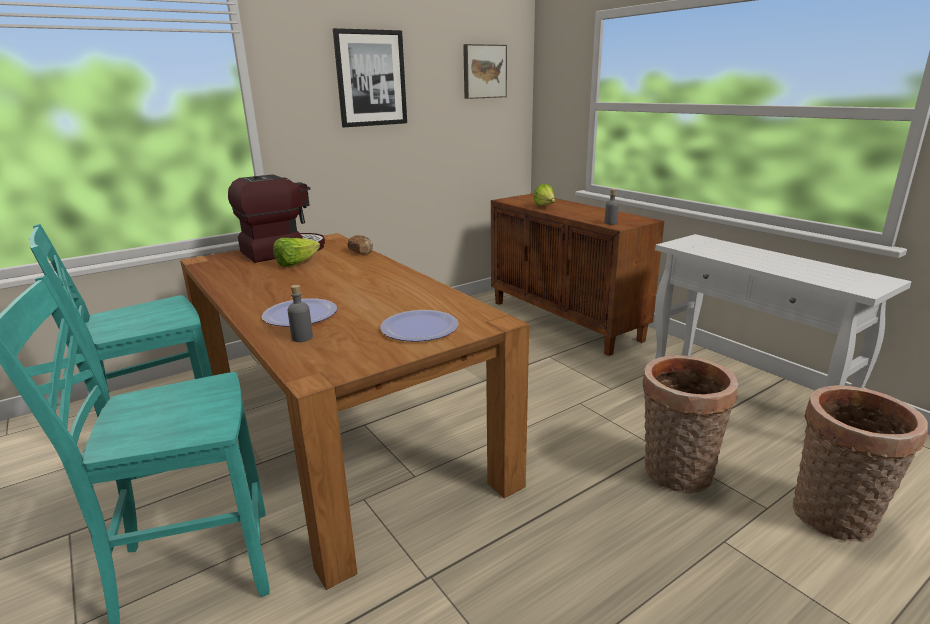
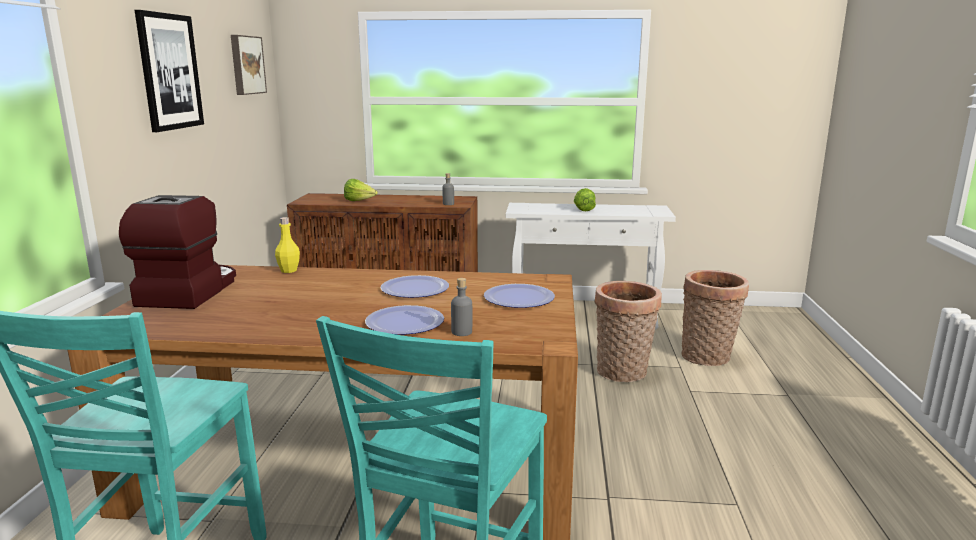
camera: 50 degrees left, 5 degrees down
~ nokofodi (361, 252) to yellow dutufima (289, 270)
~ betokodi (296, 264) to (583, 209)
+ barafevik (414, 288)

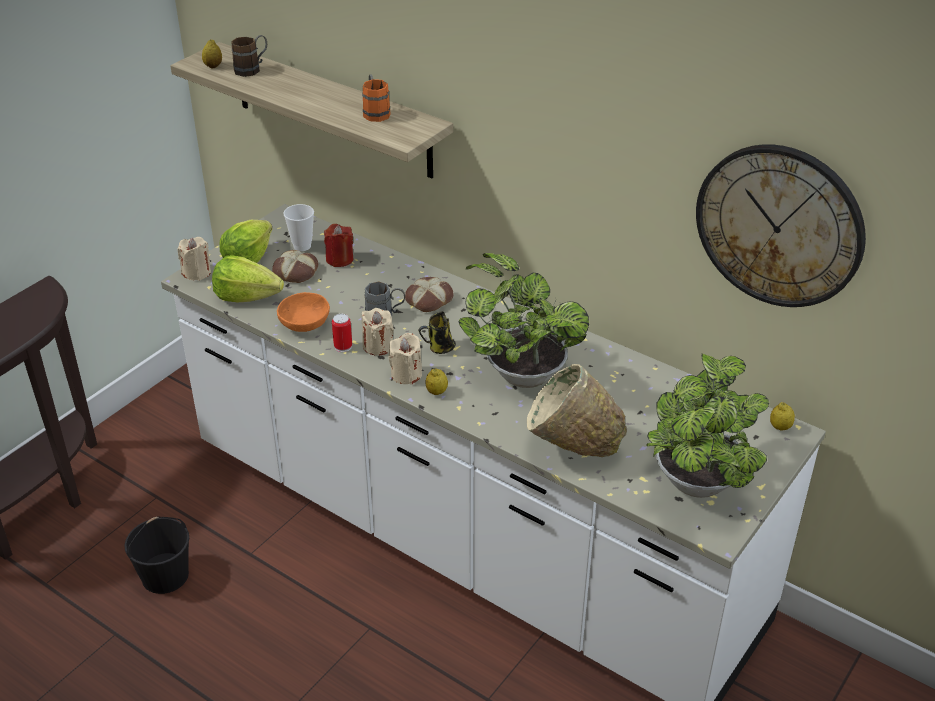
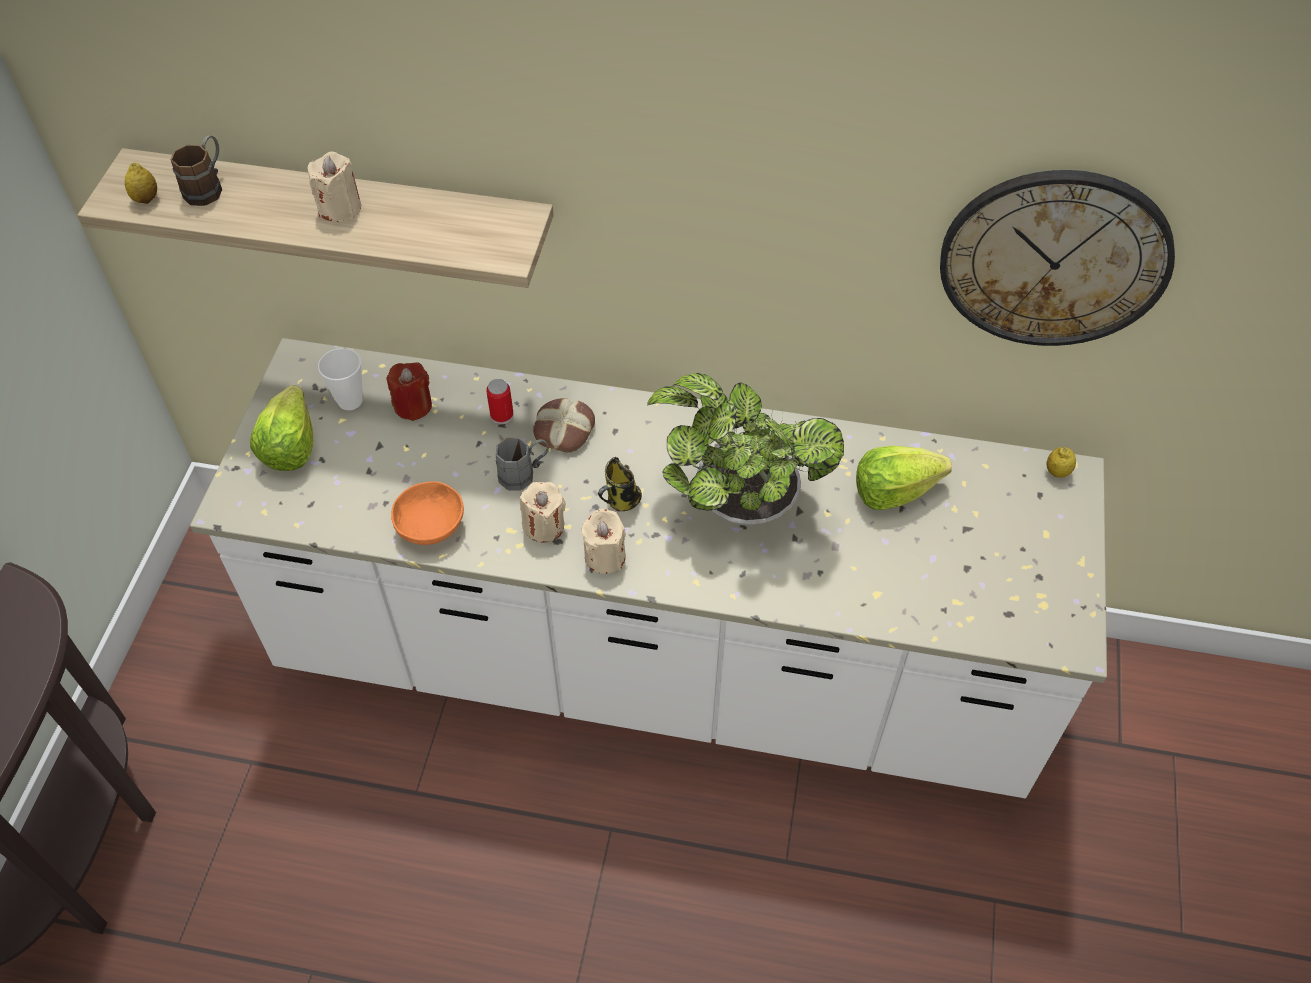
camera: 25 degrees left, 15 degrees up
- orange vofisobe (375, 112)
~ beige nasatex (197, 273) to (340, 208)
- nokofodi (296, 272)
~ betokodi (246, 297) to (894, 491)
~ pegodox (343, 346) to (502, 415)
- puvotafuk (696, 487)
- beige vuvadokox (570, 449)
- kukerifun (436, 392)
- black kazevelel (165, 575)

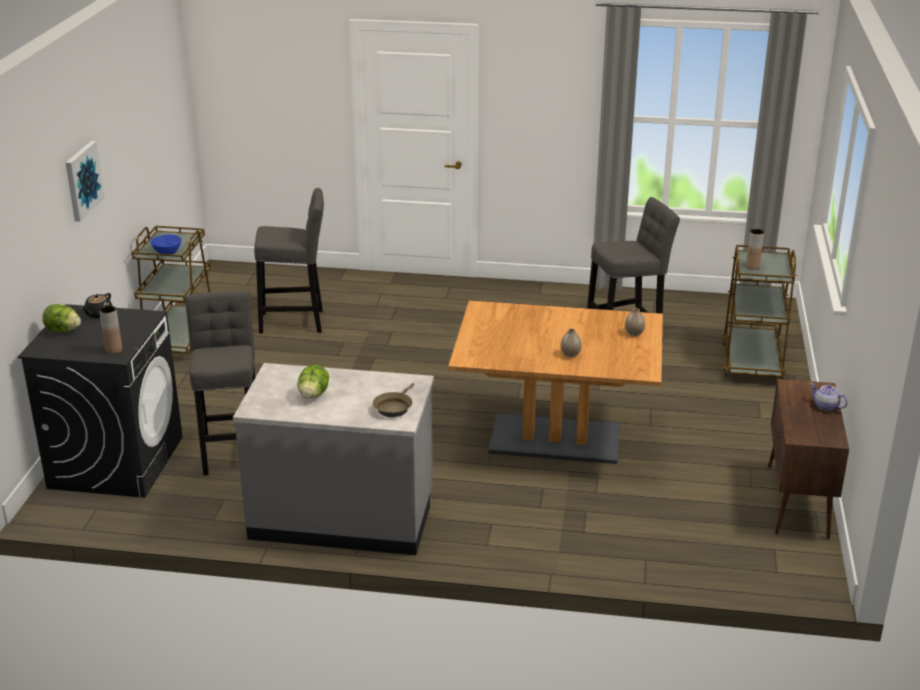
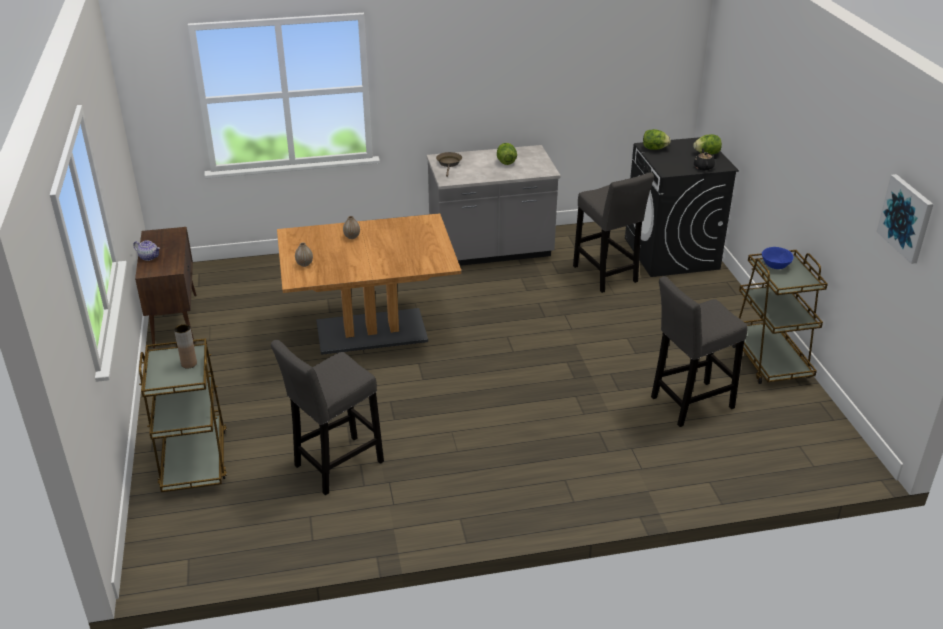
camera: 160 degrees right, 5 degrees up
~ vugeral (82, 180) to (906, 218)
~ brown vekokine (114, 350) to betokodi (654, 148)

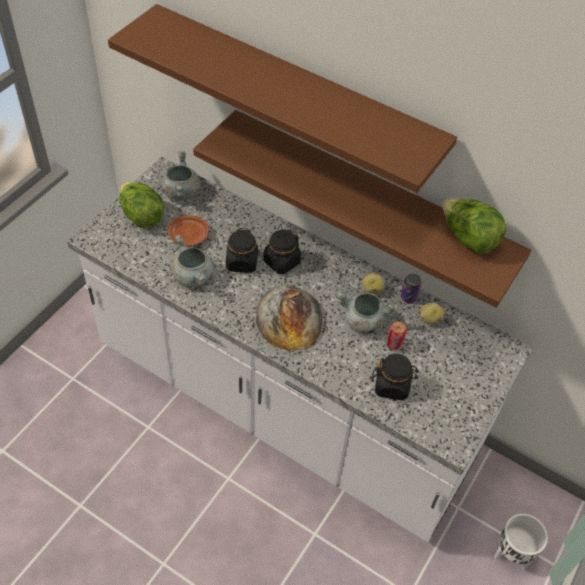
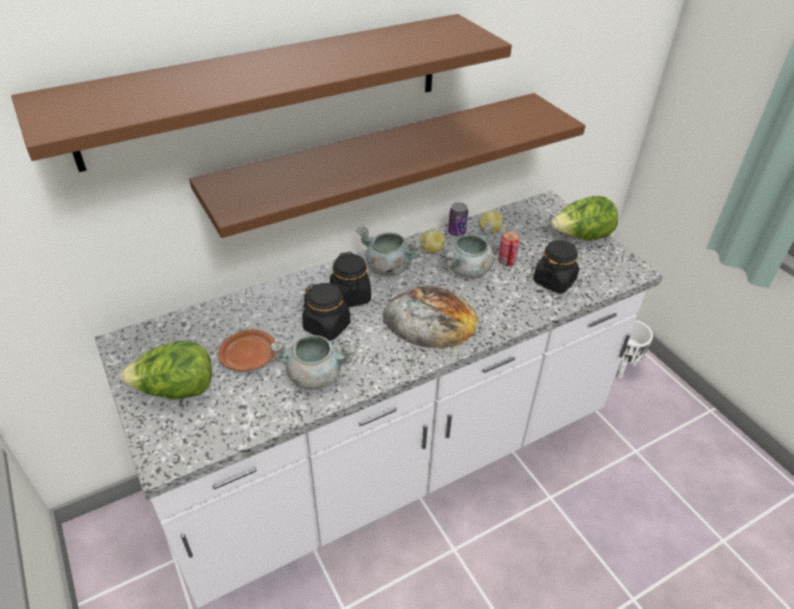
camera: 60 degrees left, 10 degrees down
~ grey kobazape (181, 192) to (387, 267)
~ betokodi (468, 239) to (581, 237)

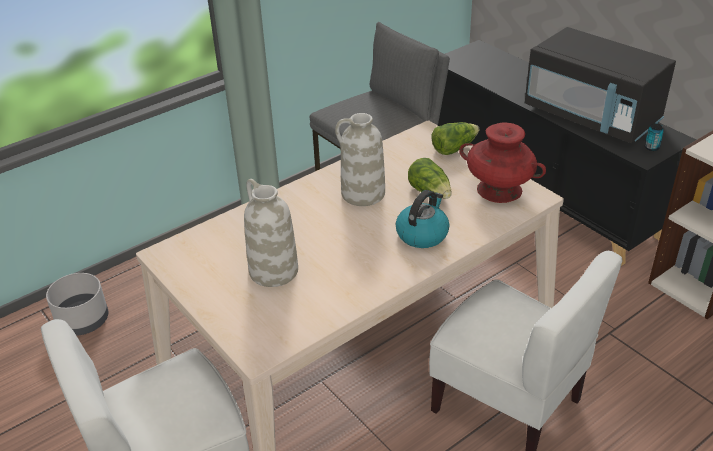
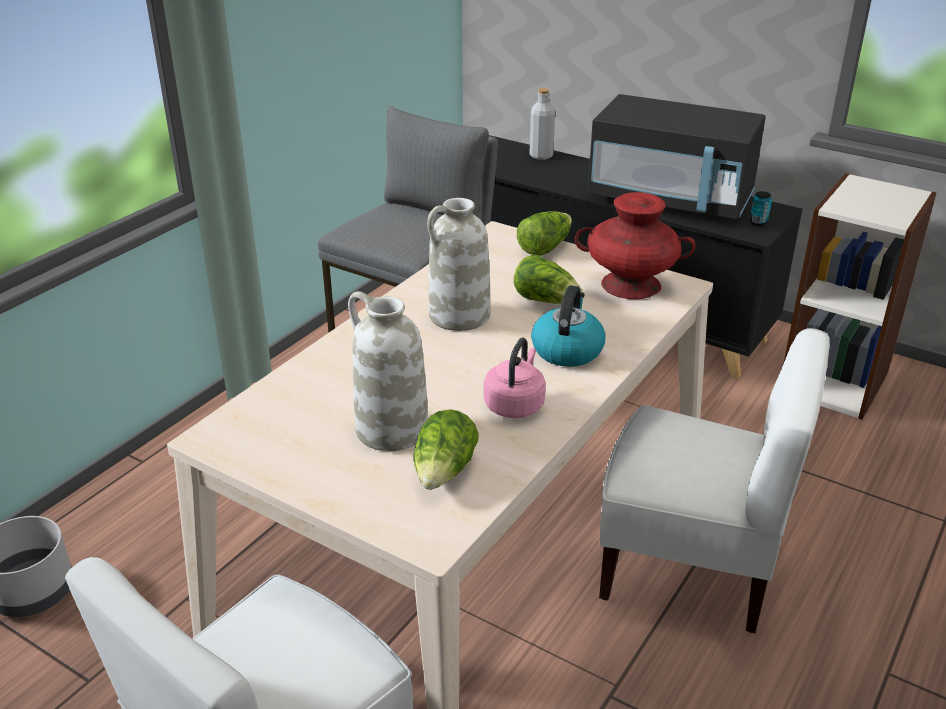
camera: 20 degrees left, 5 degrees down
+ grey dutufima (541, 156)
+ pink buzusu (515, 404)
+ betokodi (444, 472)

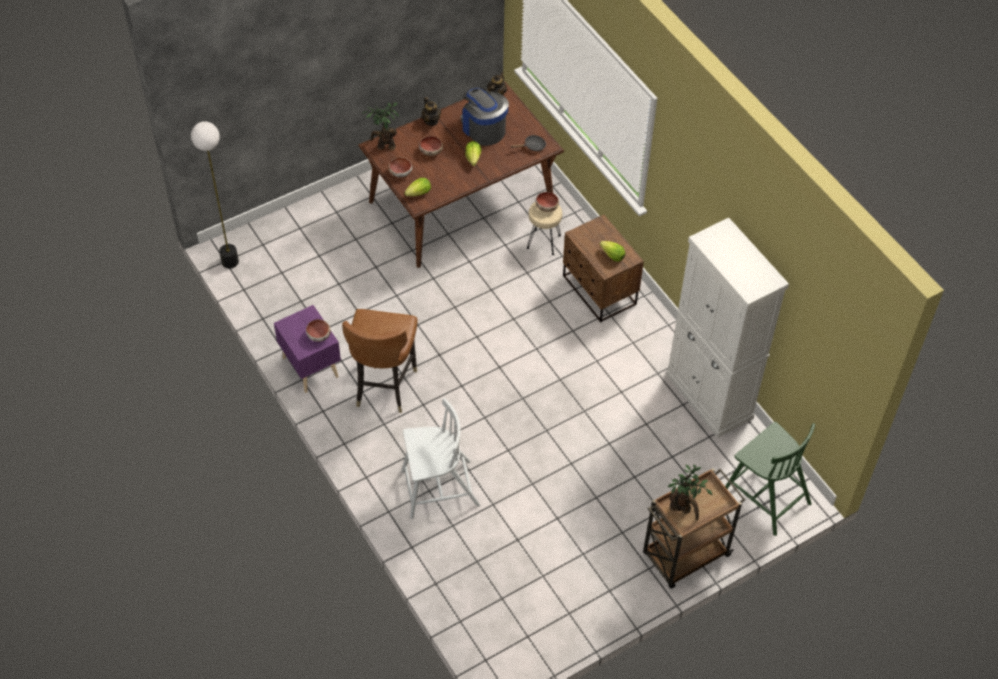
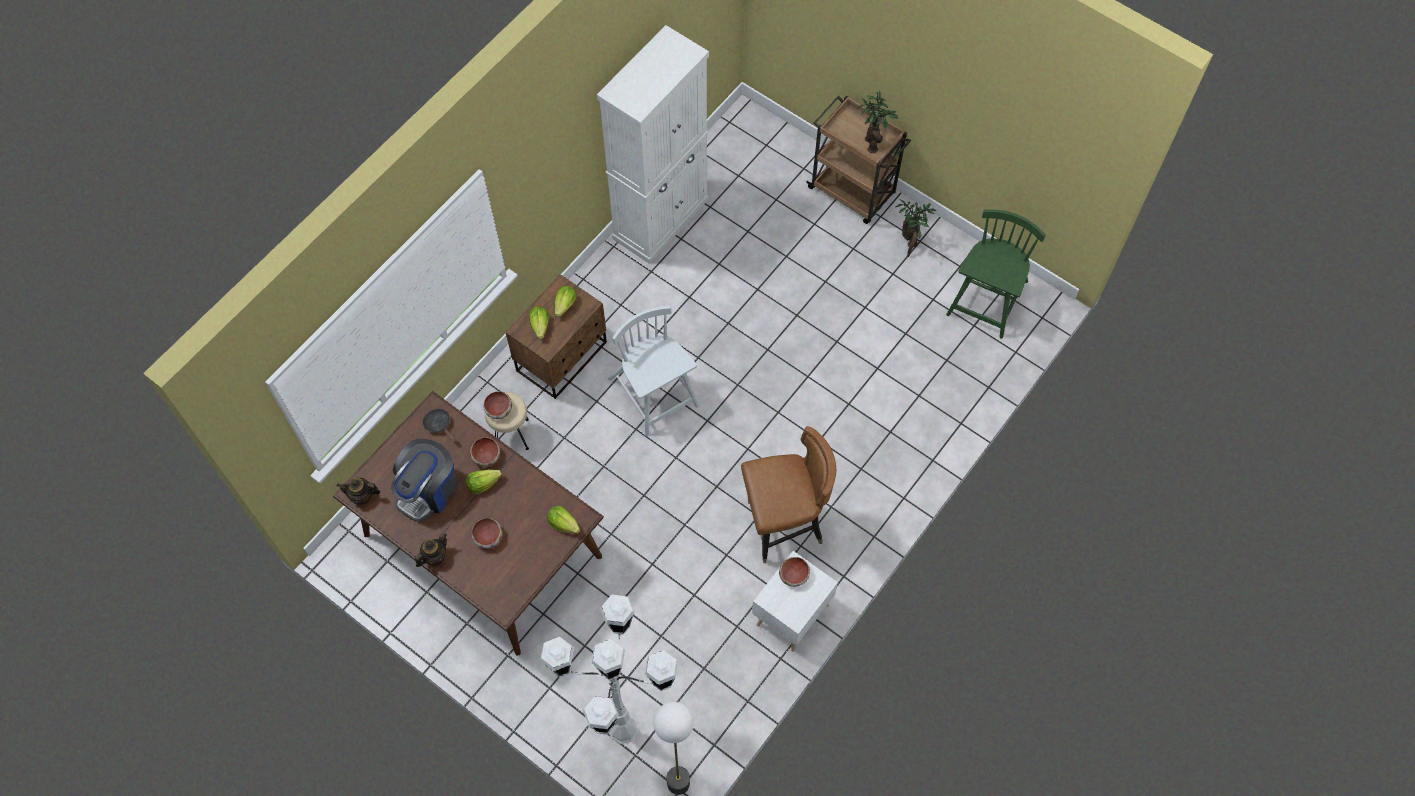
camera: 110 degrees left, 10 degrees up
~ puvotafuk (384, 146) to (909, 242)
~ vuvadokox (401, 172) to (486, 456)
~ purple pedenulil (311, 366) to white pedenulil (790, 615)
~ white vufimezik (438, 489) to (654, 394)
~ green vufimezik (765, 496) to (987, 300)
+ betokodi (540, 326)
+ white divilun (623, 728)

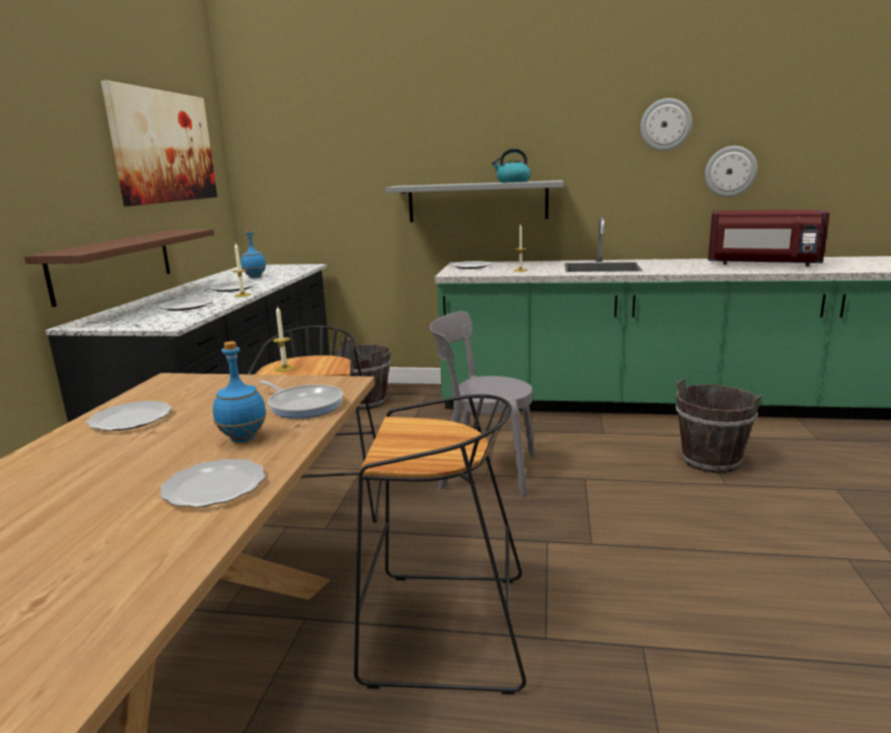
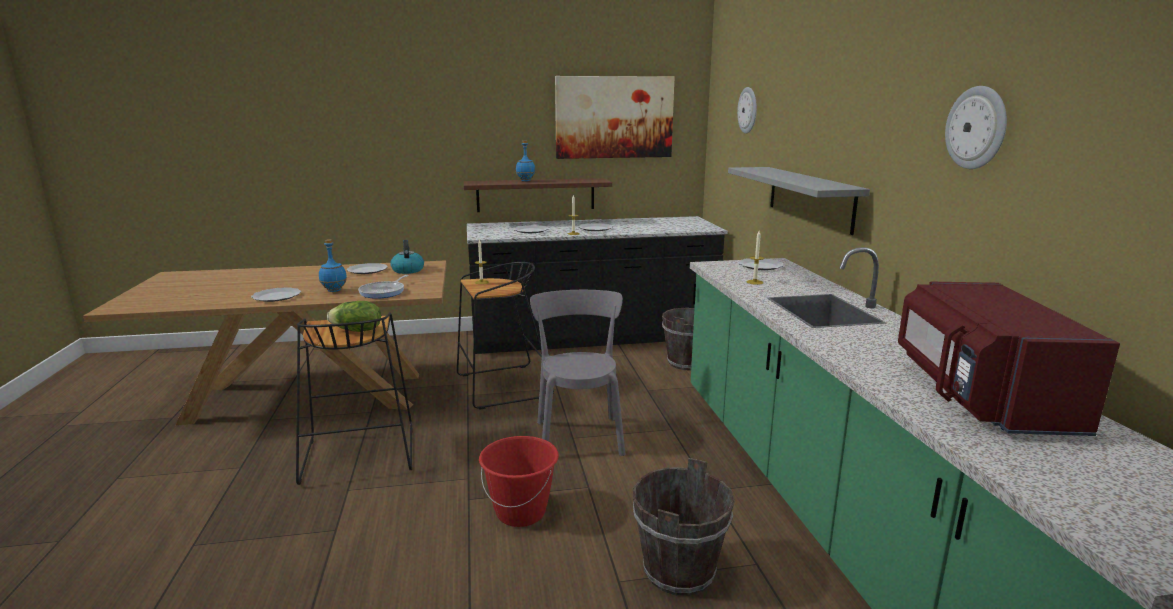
camera: 70 degrees right, 0 degrees up
~ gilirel (730, 171) to (748, 110)
~ buzusu (512, 182) to (407, 270)
~ blue dutufima (255, 277) to (525, 181)
+ betokodi (357, 330)
+ red kazevelel (521, 512)

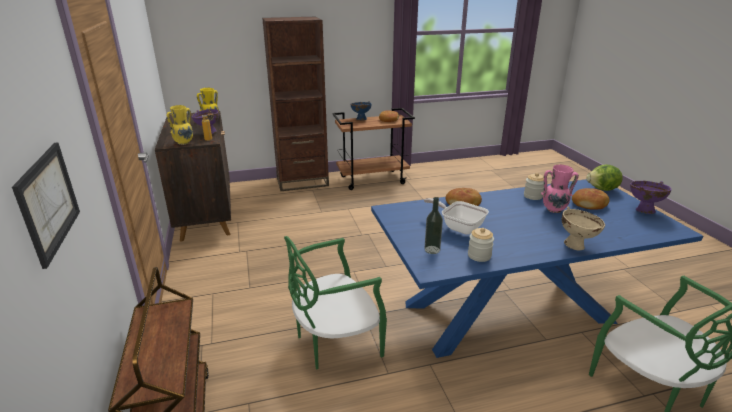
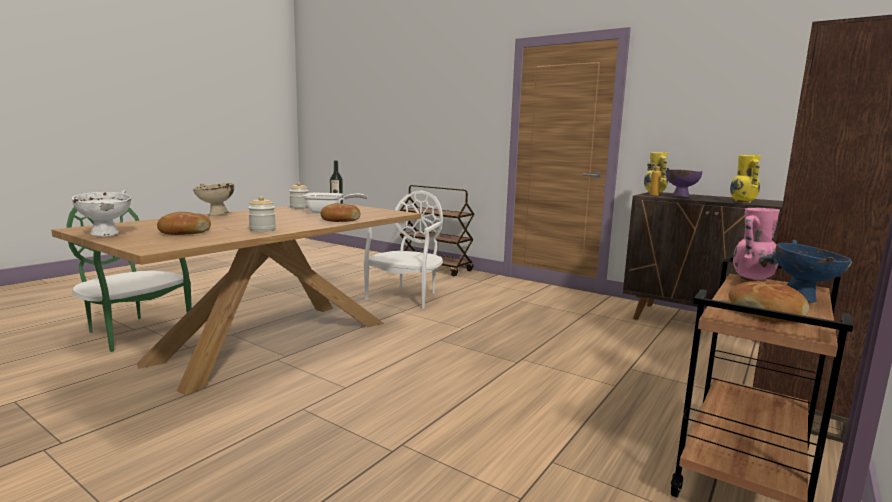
camera: 140 degrees right, 15 degrees down
- vugeral (48, 201)
~ pink vekokine (554, 210) to (751, 280)
- betokodi (602, 189)
~ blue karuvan (510, 312) to brown karuvan (272, 341)
~ purple vuvadokox (643, 210) to white vuvadokox (107, 235)
~ green vufimezik (335, 342) to white vufimezik (406, 297)

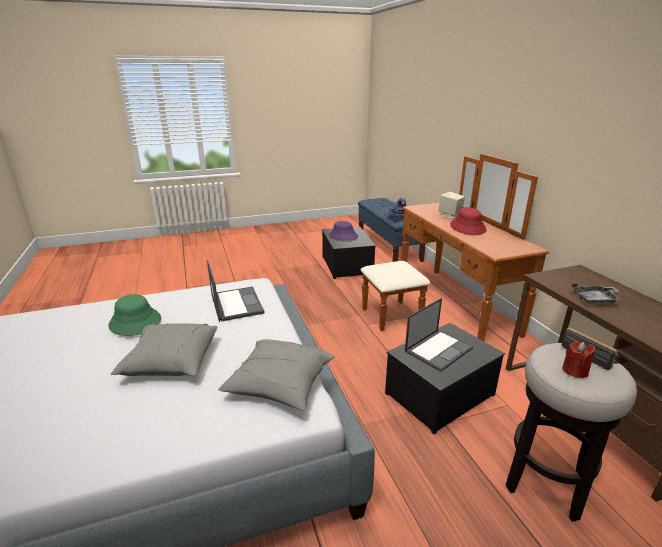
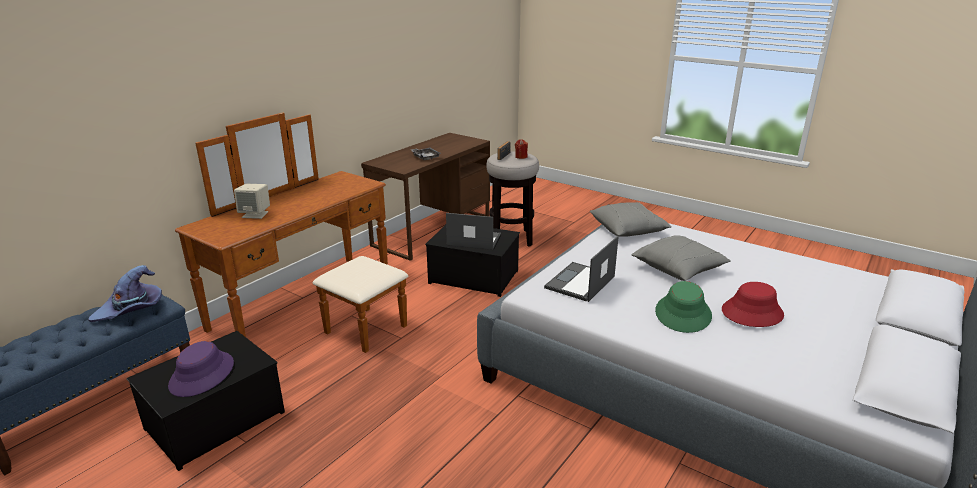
camera: 125 degrees left, 0 degrees up
~ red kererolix (468, 227) to (752, 313)

